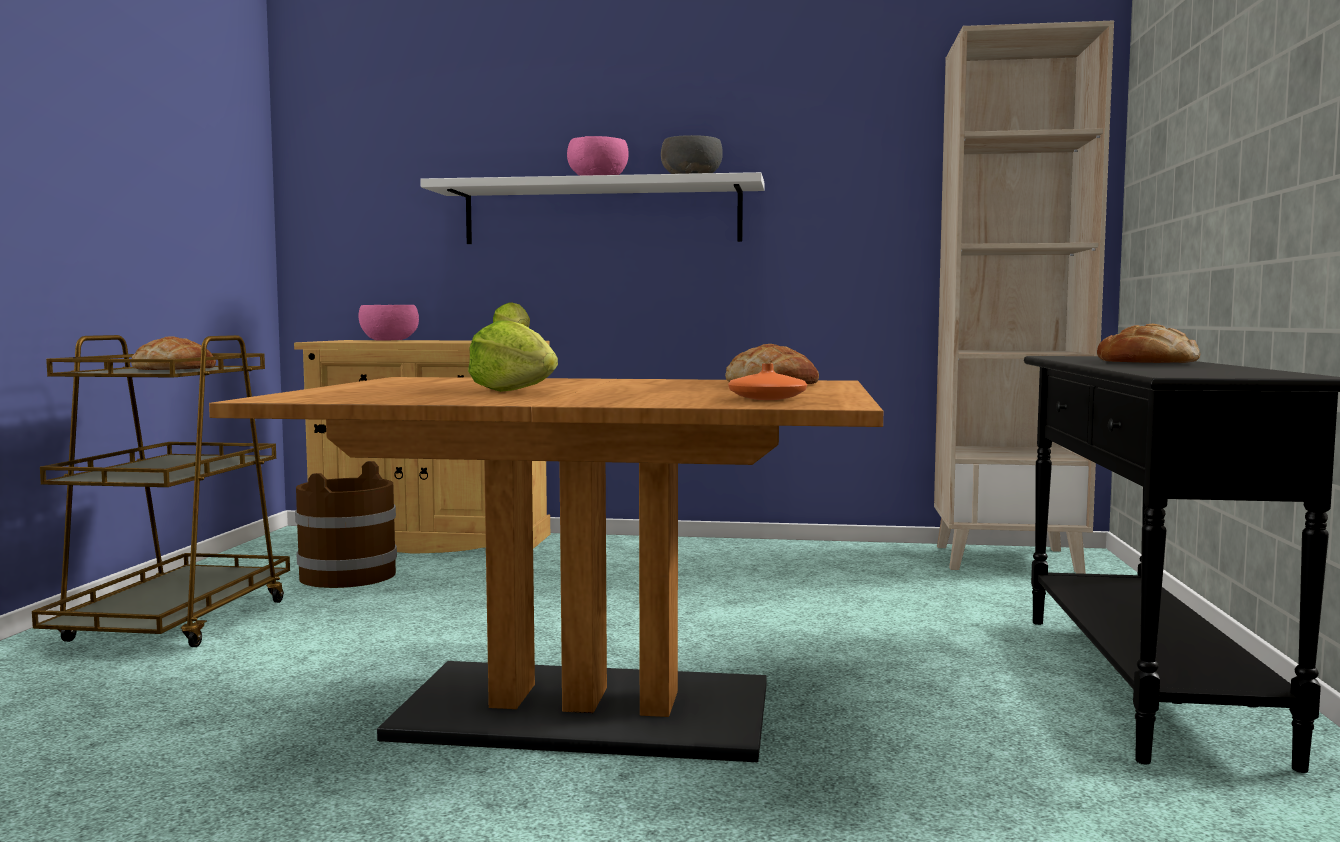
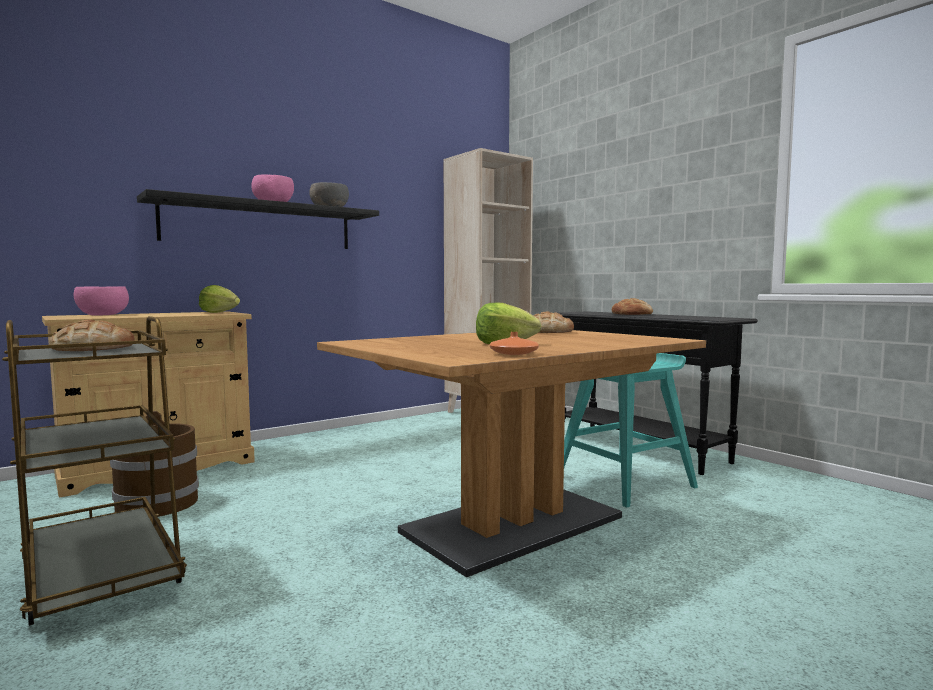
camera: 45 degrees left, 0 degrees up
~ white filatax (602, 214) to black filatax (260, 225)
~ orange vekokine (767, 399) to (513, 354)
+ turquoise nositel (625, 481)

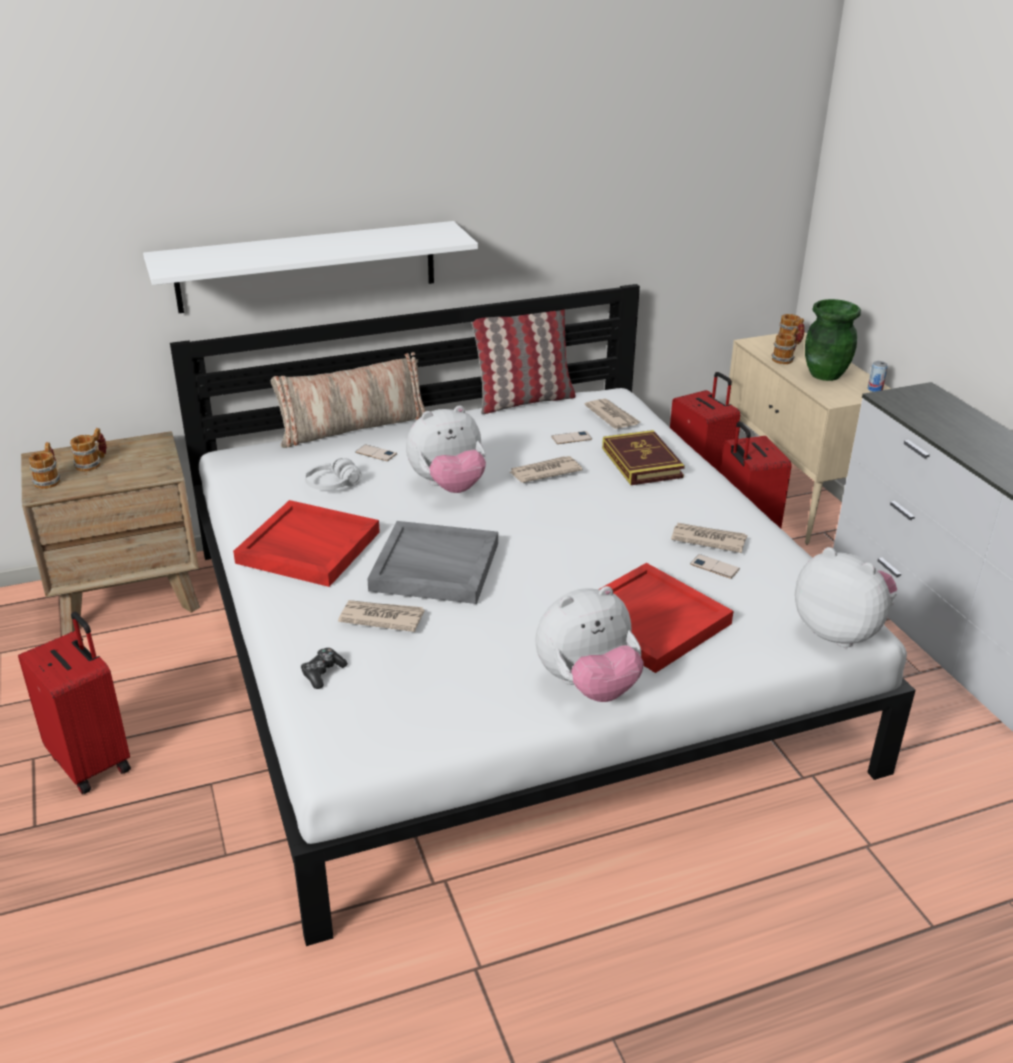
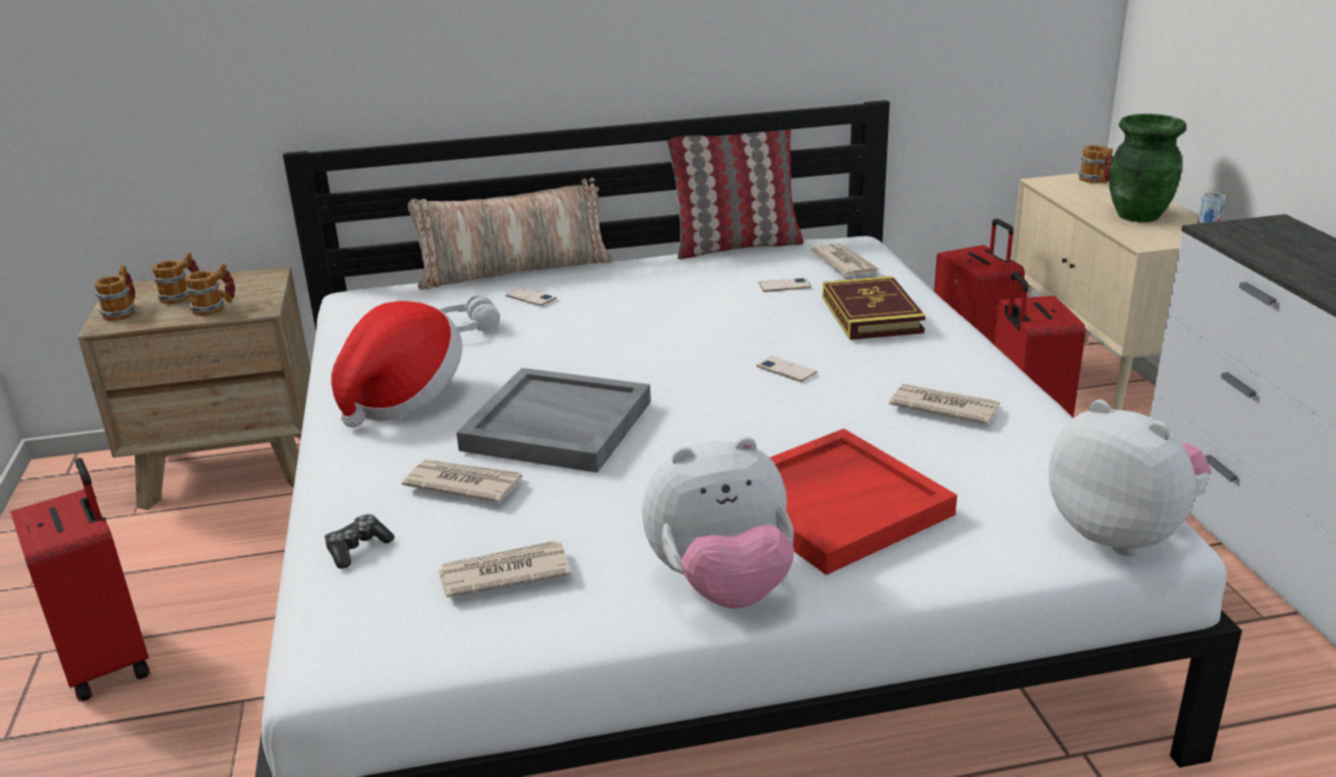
camera: 10 degrees right, 5 degrees down
- white filatax (307, 266)
~ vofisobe (785, 359) to (215, 308)
- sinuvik (448, 486)
~ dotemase (544, 472) to (503, 574)
~ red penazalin (307, 548) to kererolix (402, 397)
~ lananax (714, 567) to (786, 370)

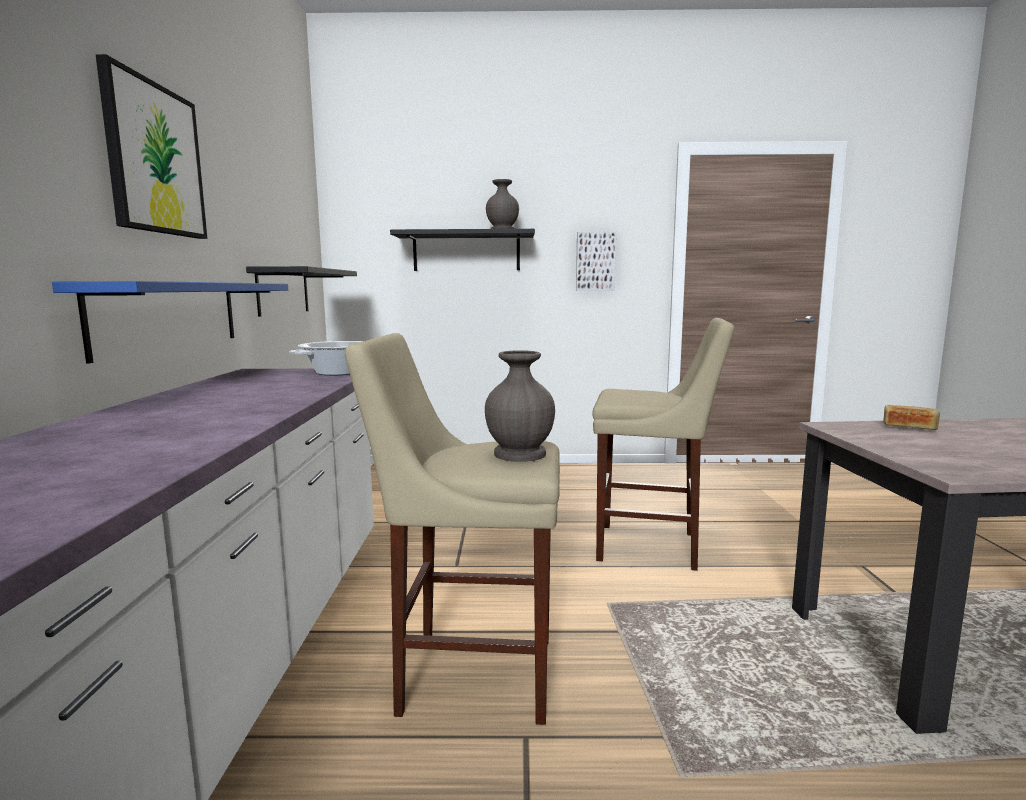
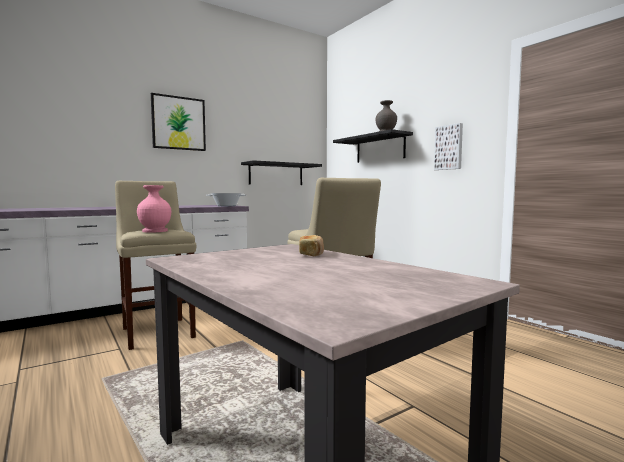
camera: 55 degrees right, 5 degrees down
- blue filatax (170, 315)
~ grey vekokine (519, 454) to pink vekokine (154, 231)

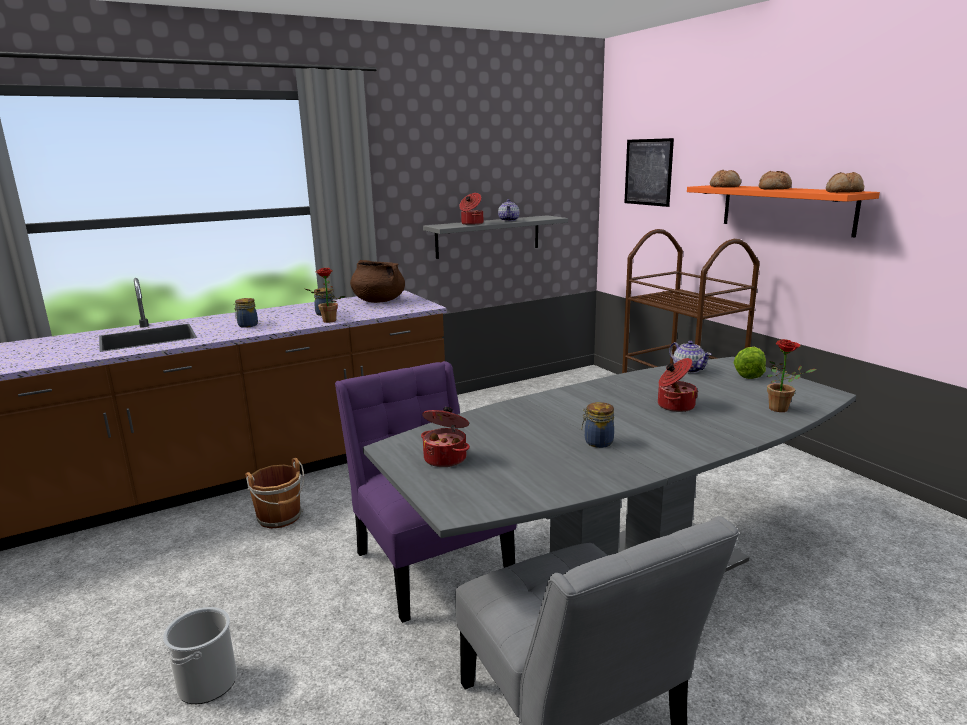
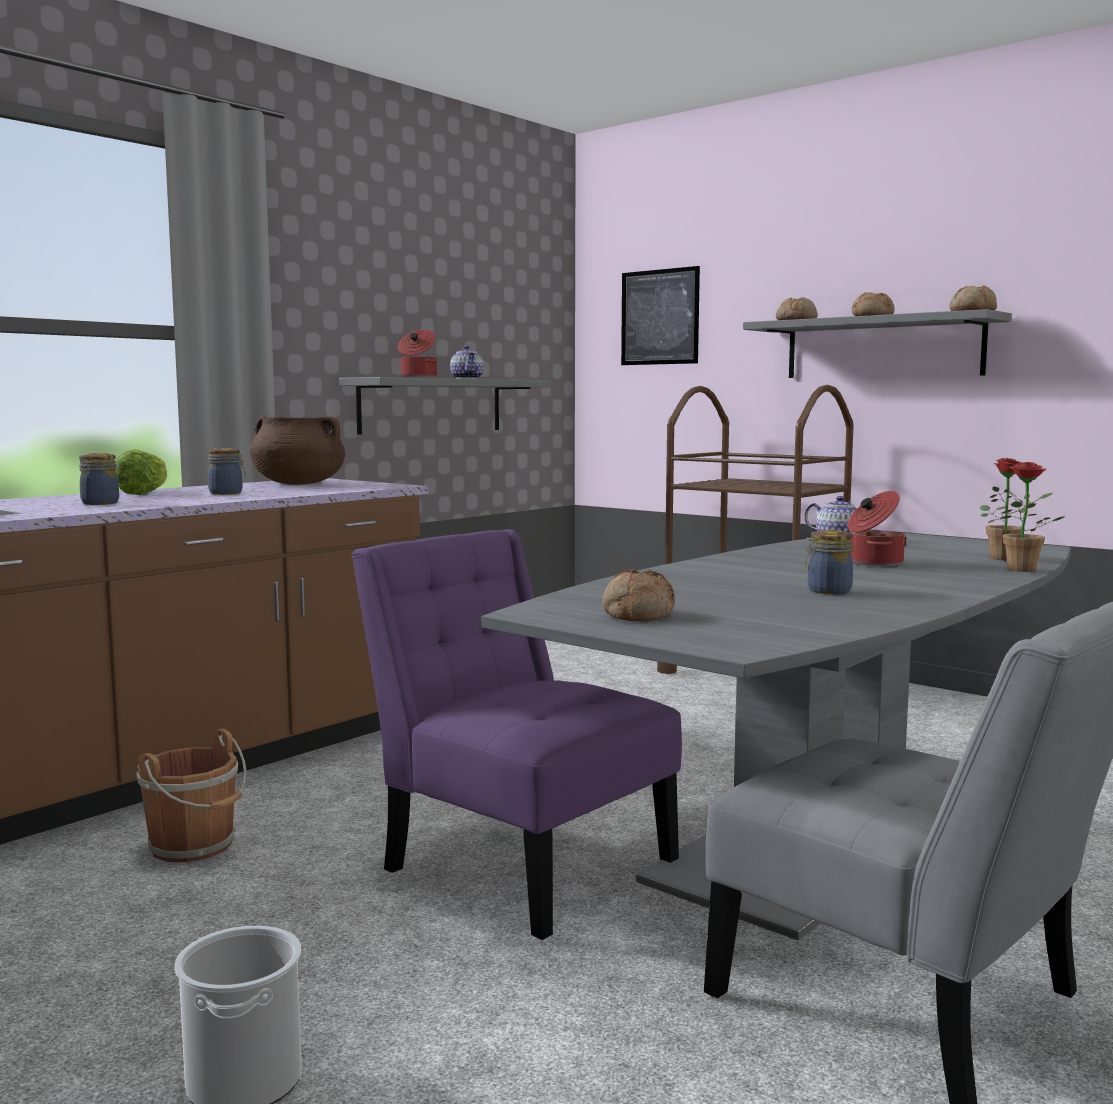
camera: 20 degrees left, 10 degrees down
~ orange filatax (786, 209) to grey filatax (882, 348)
~ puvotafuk (327, 321) to (1022, 570)
~ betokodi (749, 374) to (144, 493)
~ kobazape (446, 458) to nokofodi (636, 614)

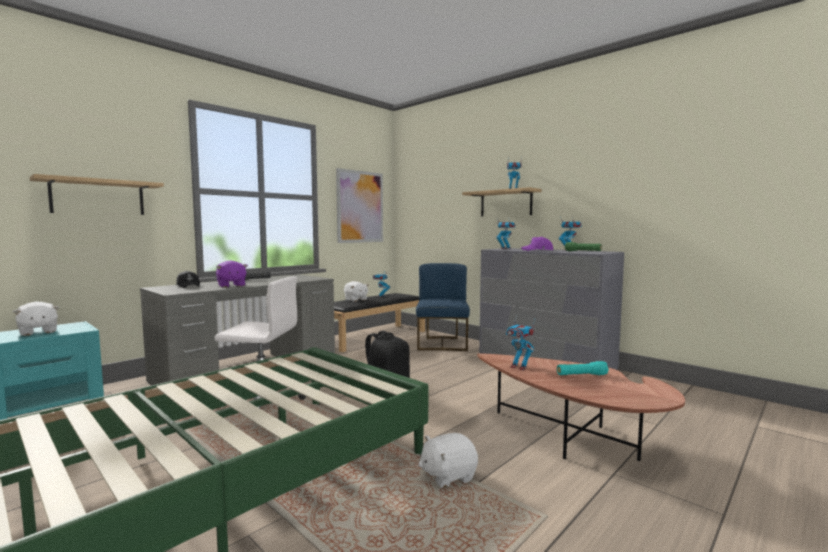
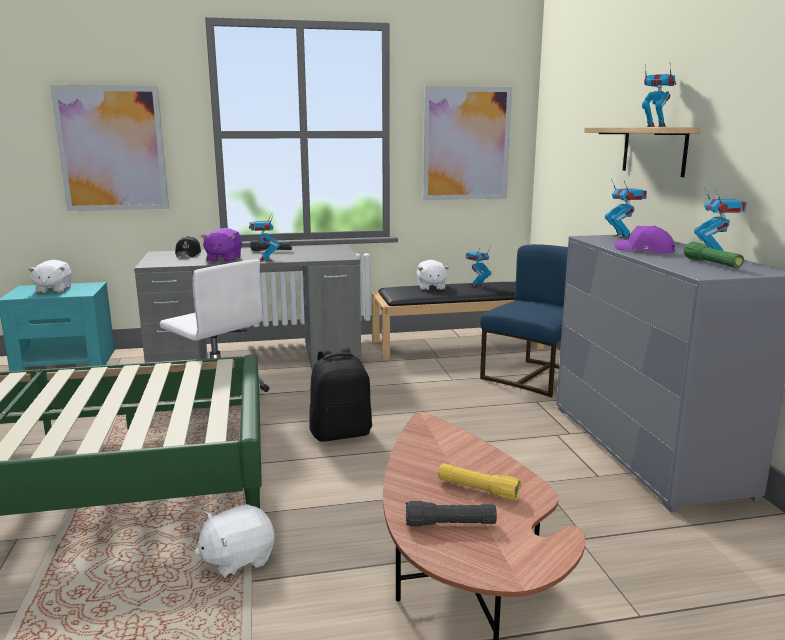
camera: 35 degrees right, 10 degrees up
~ filatax (98, 197) to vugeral (112, 149)
~ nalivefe (519, 367) to (265, 260)
~ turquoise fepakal (581, 375) to yellow fepakal (478, 490)
~ white sinuvik (448, 475) = (237, 559) 45 degrees counterclockwise
+ black fepakal (450, 524)

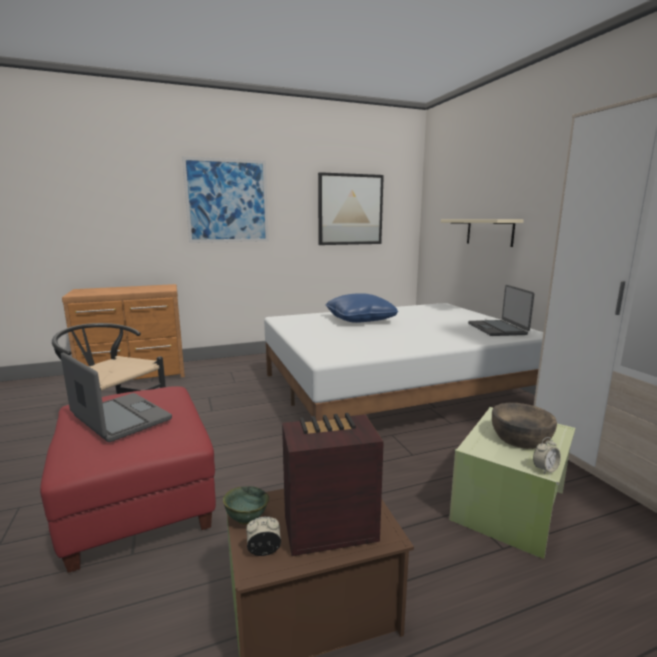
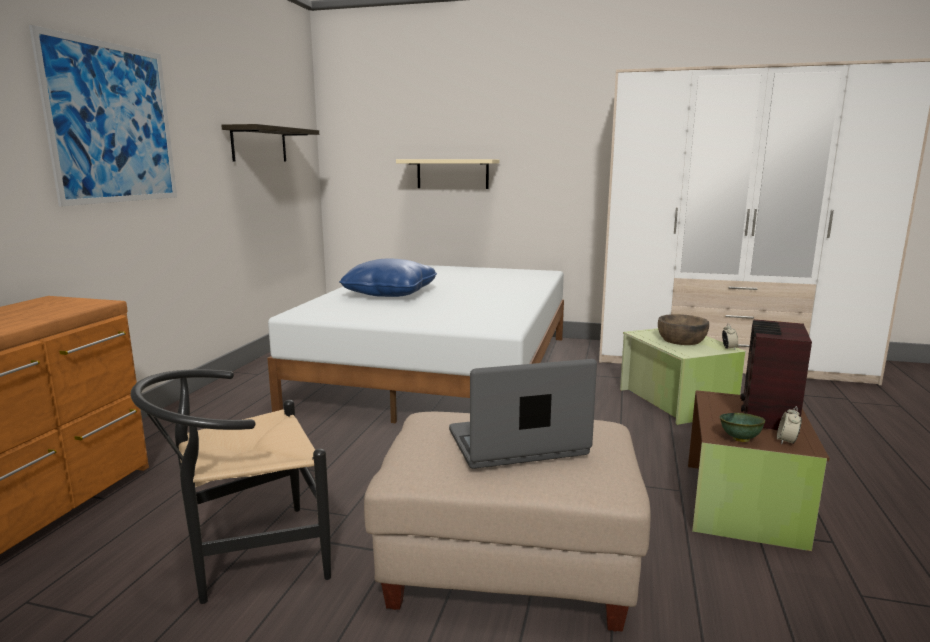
camera: 55 degrees left, 0 degrees up
~ vugeral (350, 209) to filatax (259, 144)
- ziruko (497, 329)
~ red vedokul (138, 501) to beige vedokul (507, 565)

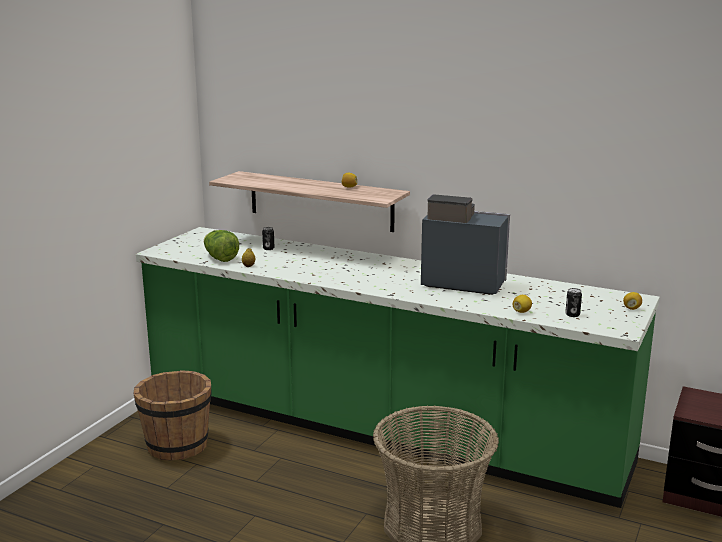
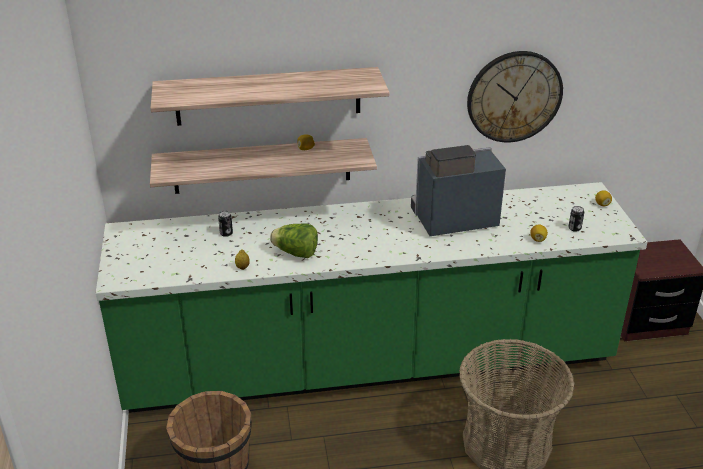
camera: 35 degrees left, 15 degrees up
~ betokodi (220, 258) to (296, 253)
+ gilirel (514, 96)
+ filatax (268, 96)

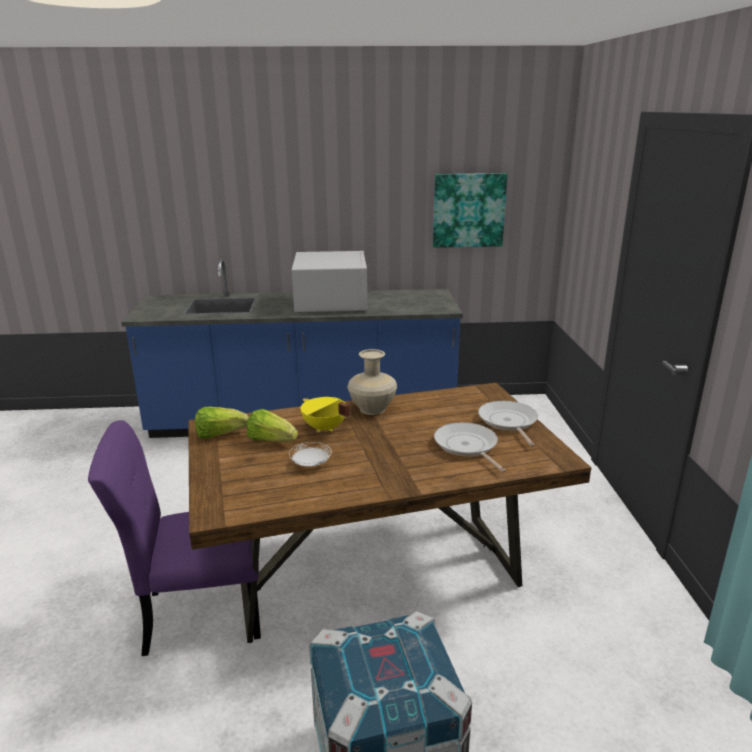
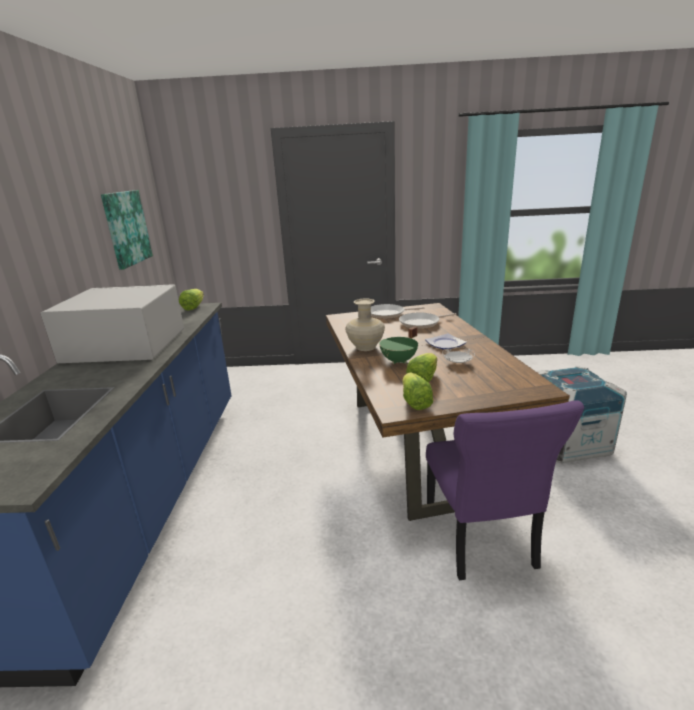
camera: 85 degrees left, 0 degrees up
~ yellow kobazape (324, 428) to green kobazape (399, 361)
+ betokodi (193, 307)
+ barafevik (445, 344)

